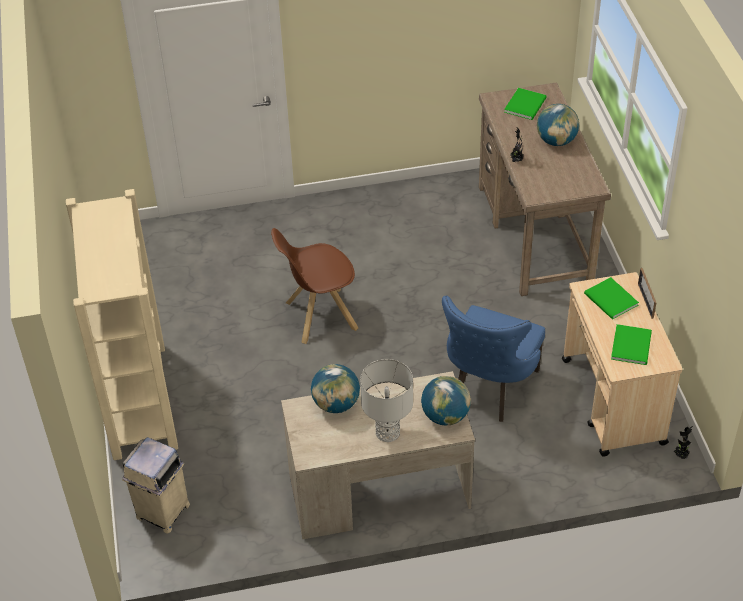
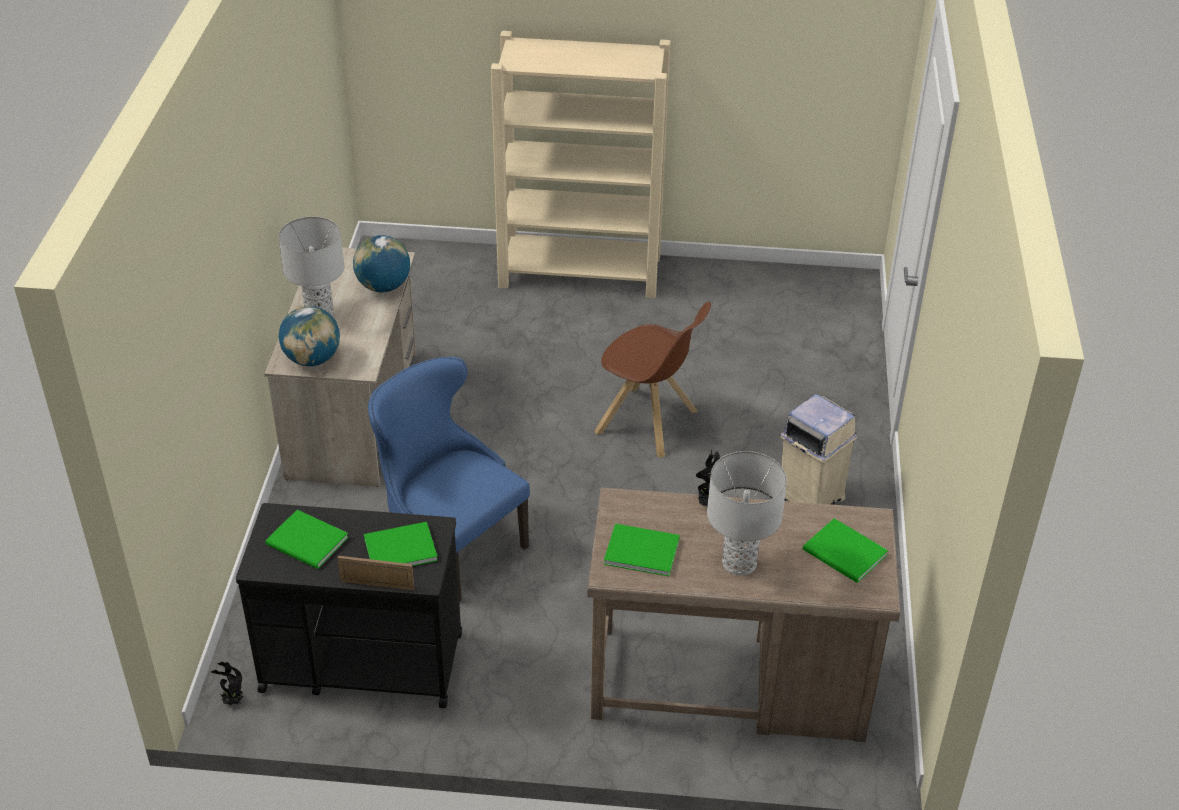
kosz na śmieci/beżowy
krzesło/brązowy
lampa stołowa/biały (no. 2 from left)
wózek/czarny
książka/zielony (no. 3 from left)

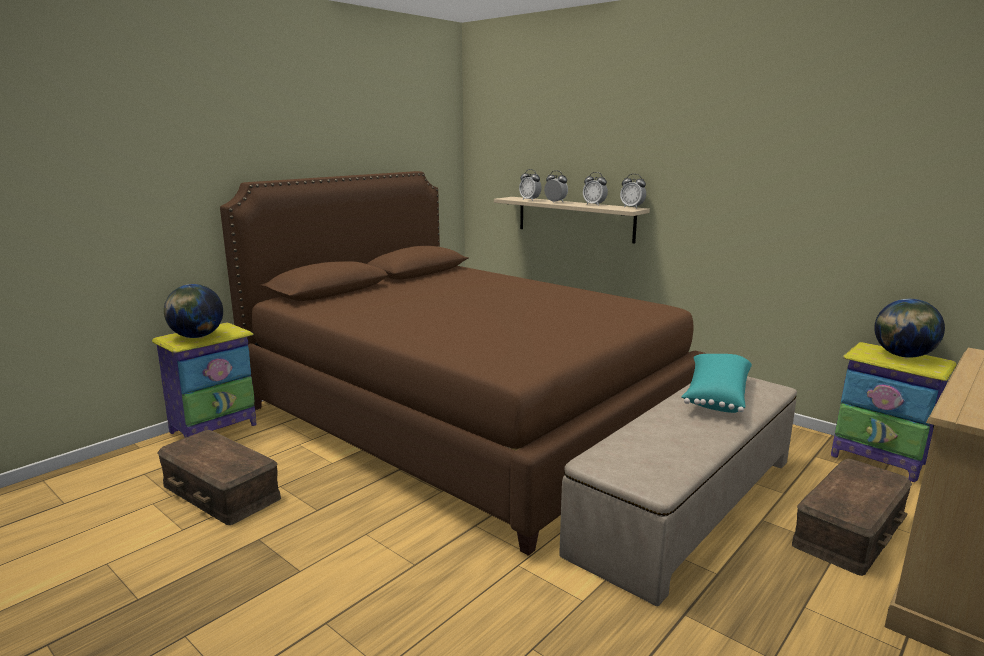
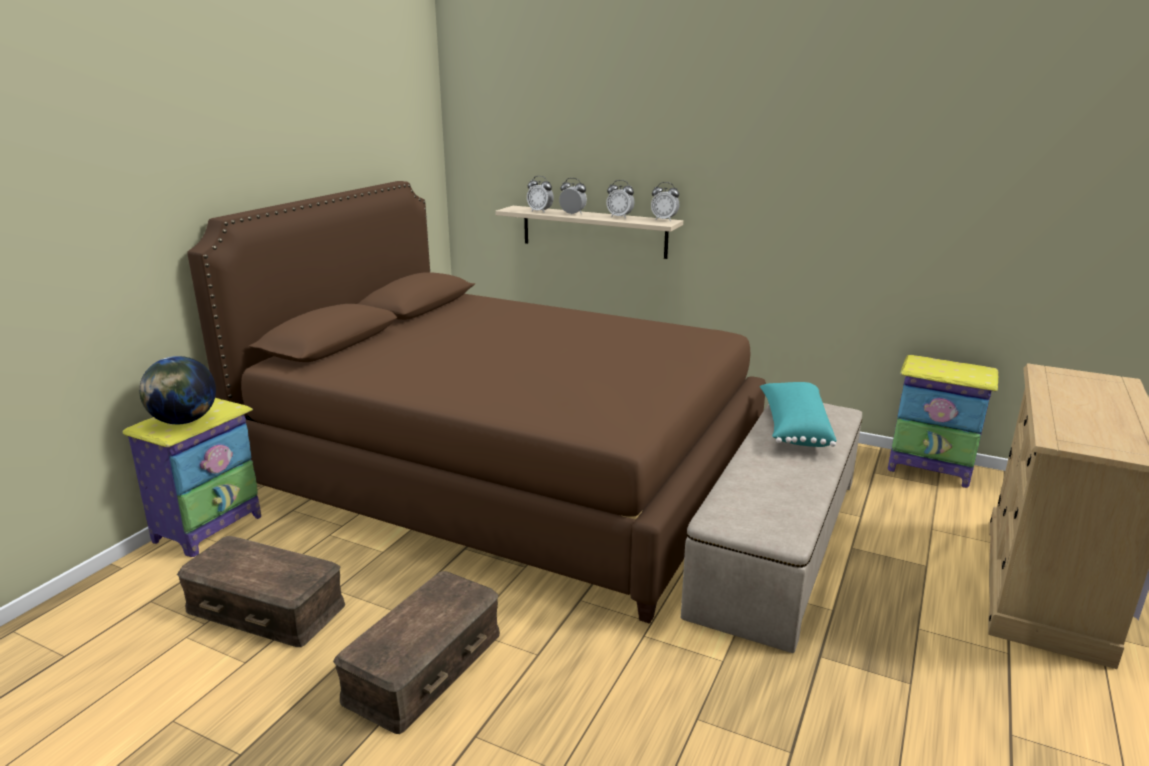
pojemnik do przechowywania/brązowy (no. 2 from left)
globus (no. 2 from left in the first image)

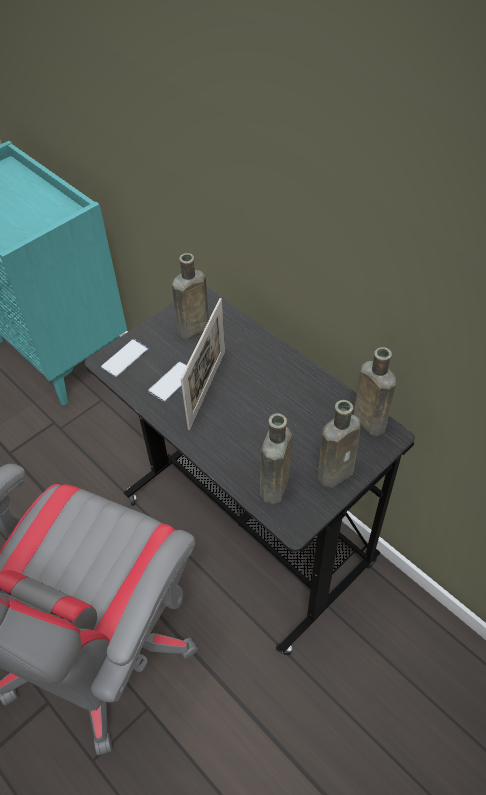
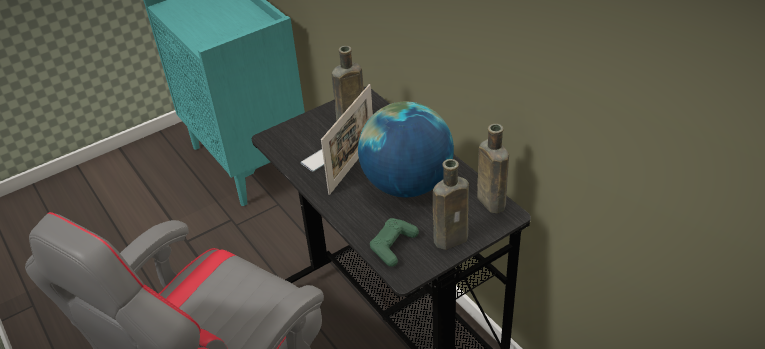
telefon (no. 1 from left in the first image)
pad do gier/zielony
globus

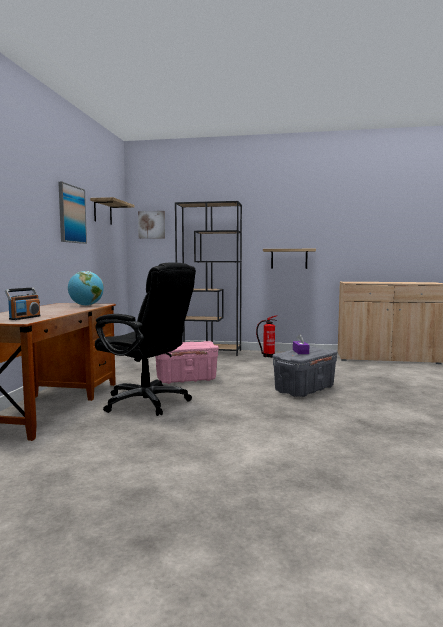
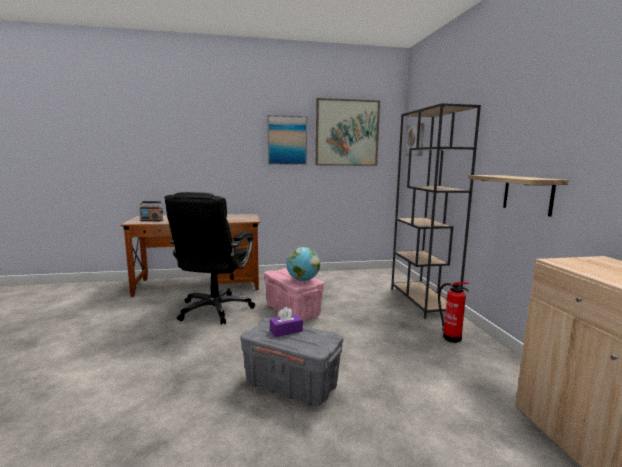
globus
obraz (no. 2 from left)

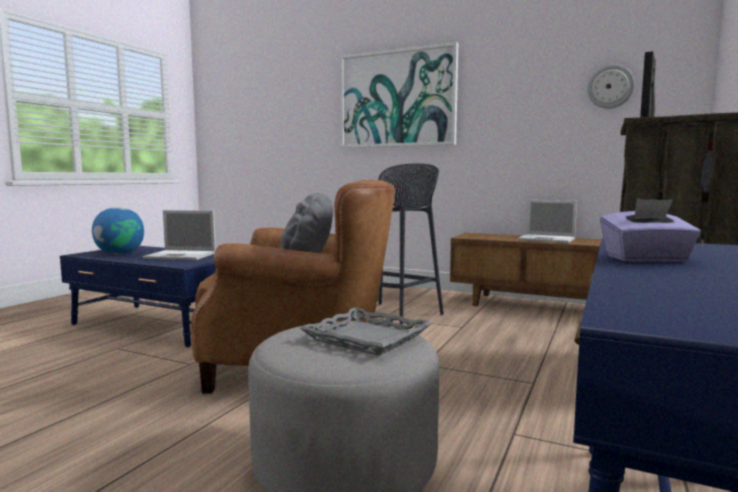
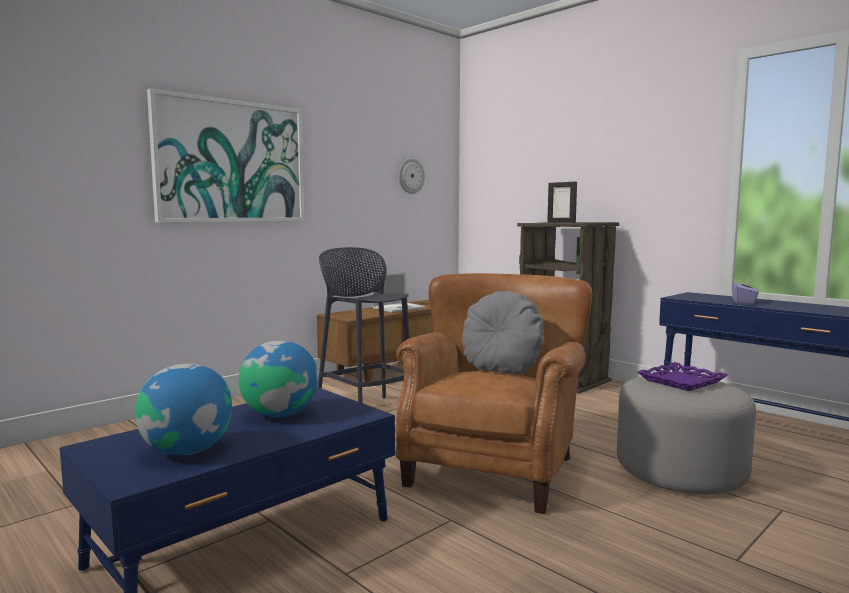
globus (no. 2 from left)
taca/fioletowy

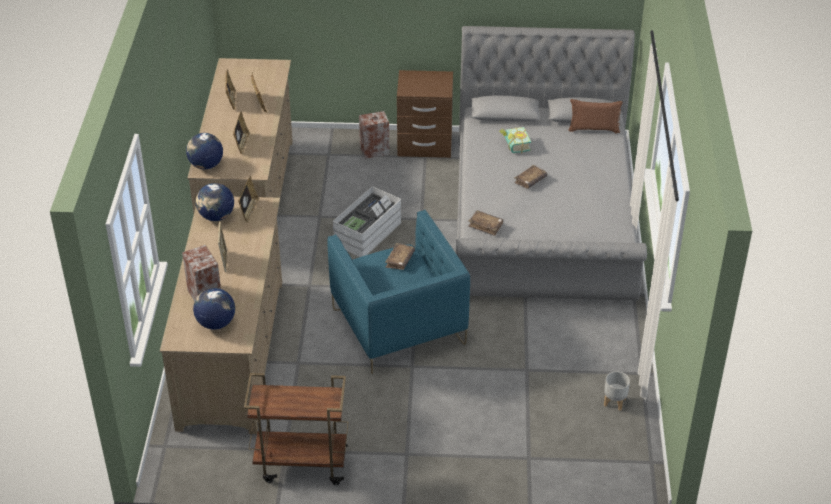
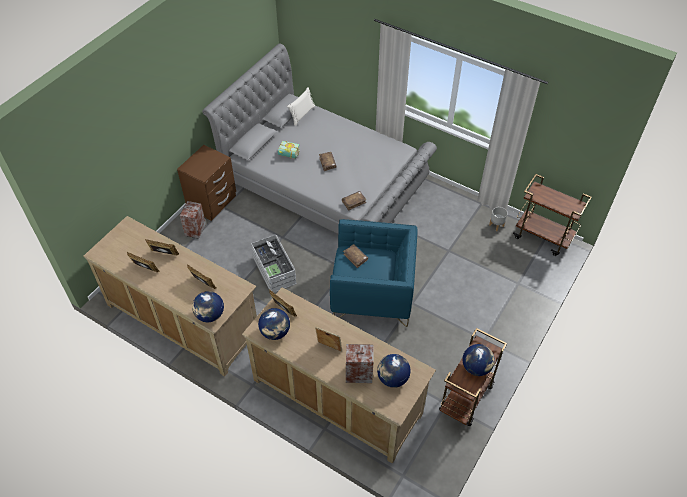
poduszka/biały
globus (no. 4 from left)
wózek/brązowy (no. 2 from left)

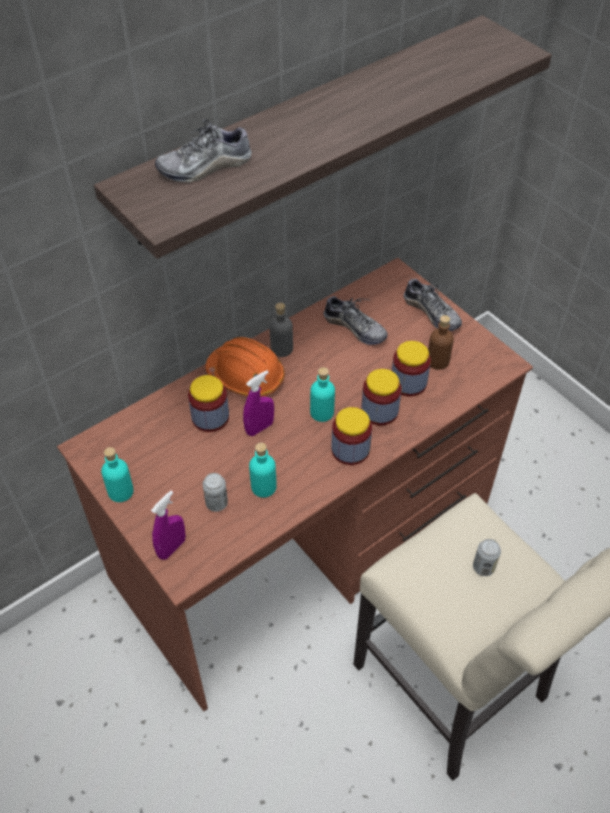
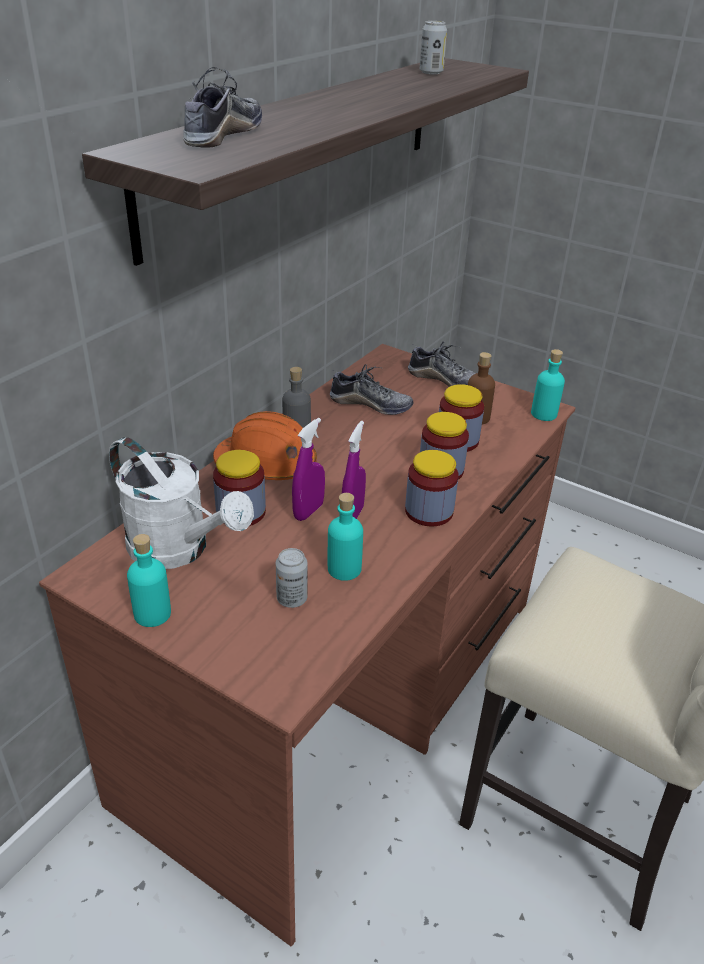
spryskiwacz/fioletowy (no. 2 from left)
but (no. 1 from left)
butelka/turkusowy (no. 3 from left)
puszka (no. 2 from left)
konewka/biały

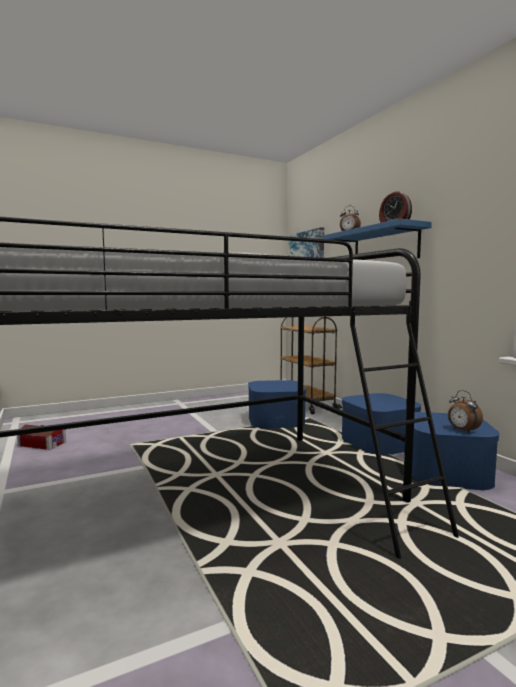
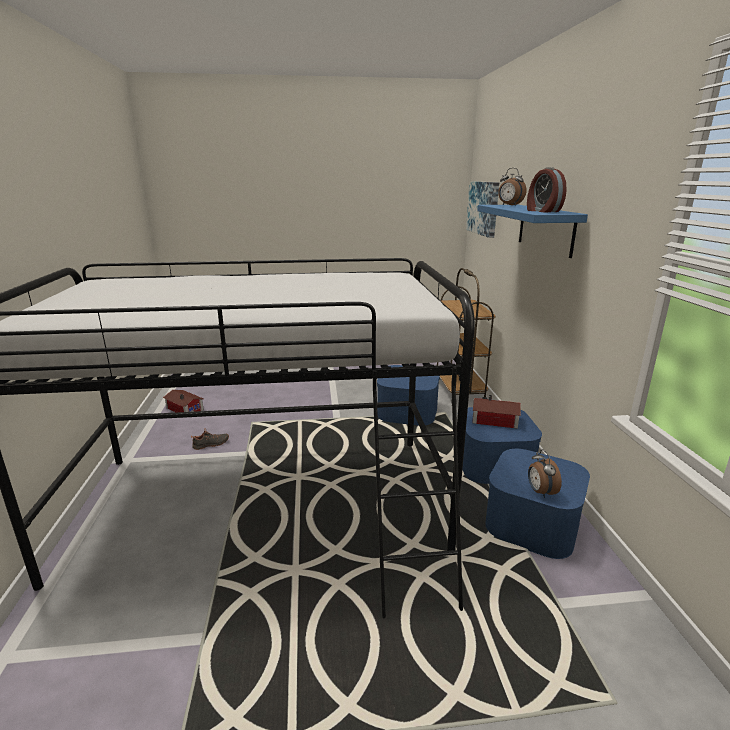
but/czarny
domek (no. 2 from left)

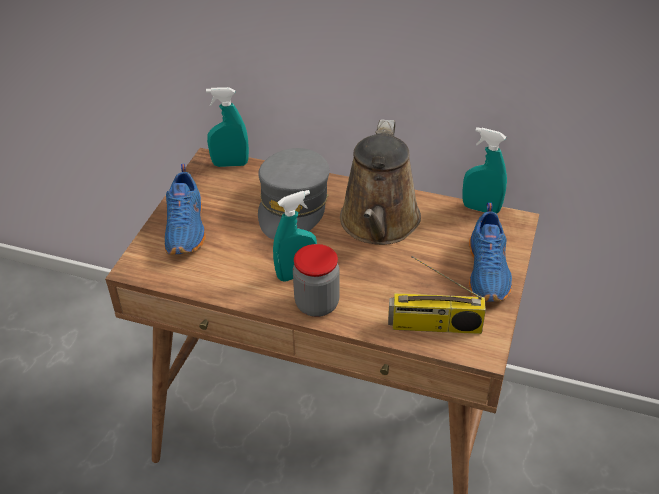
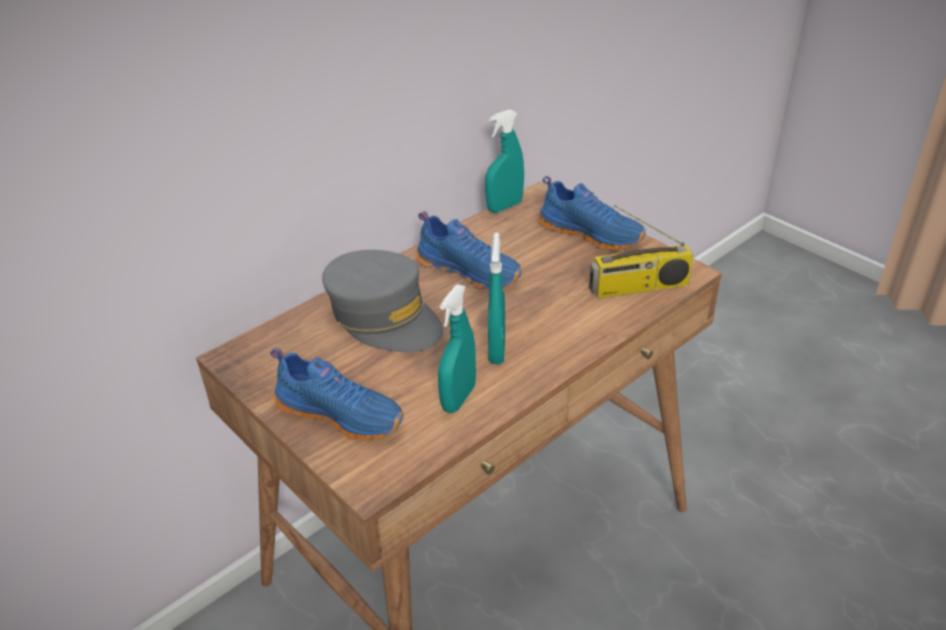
spryskiwacz/turkusowy (no. 1 from left)
słoik
but/niebieski (no. 2 from left)
radio

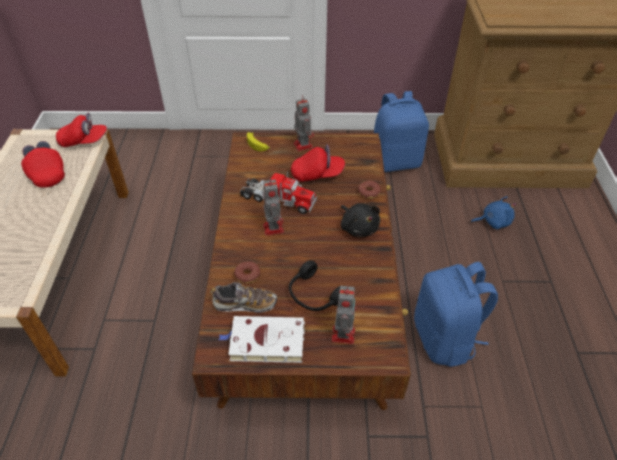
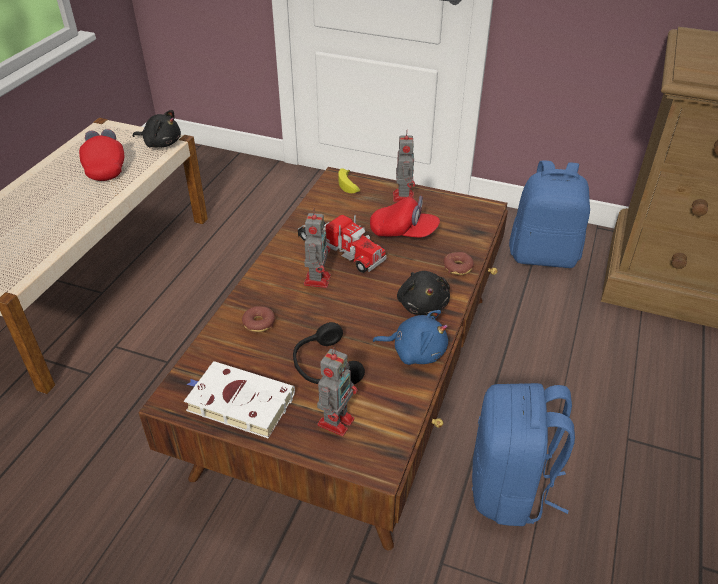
pluszak/czarny (no. 1 from left)
but
pluszak/niebieski

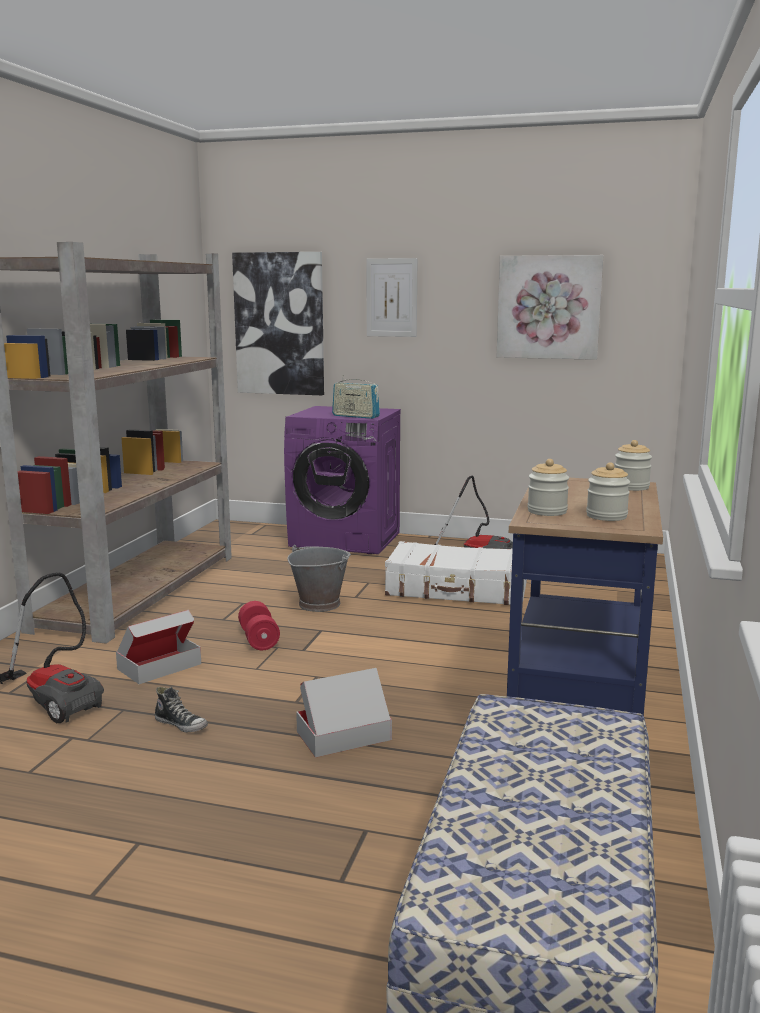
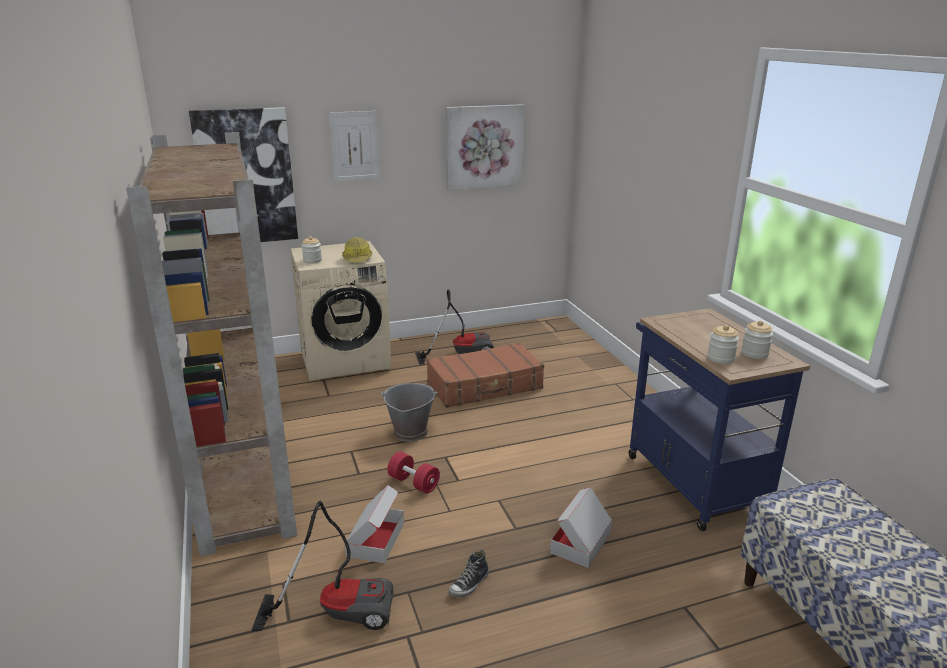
but
pralka/beżowy
kask
walizka/brązowy
słoik (no. 1 from left)

